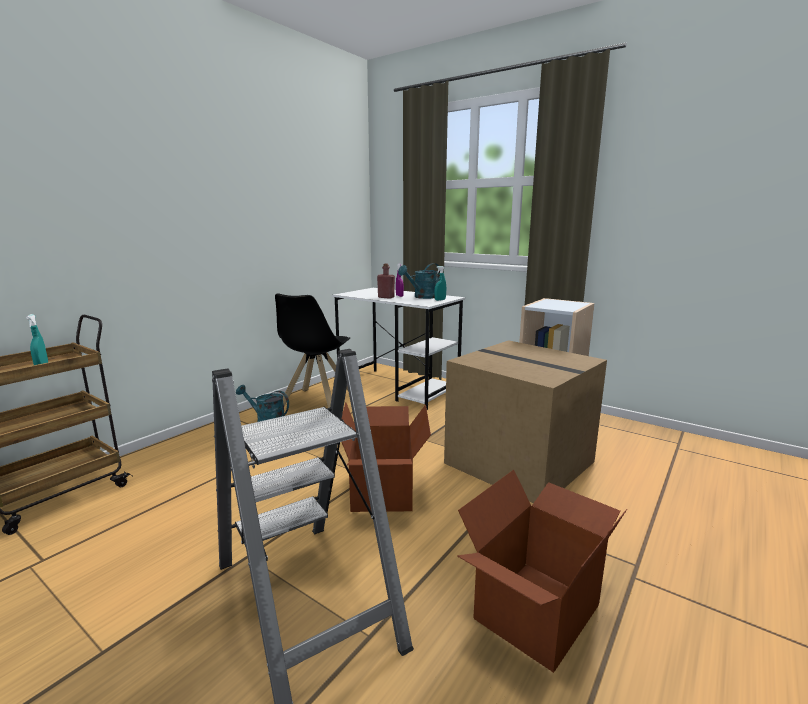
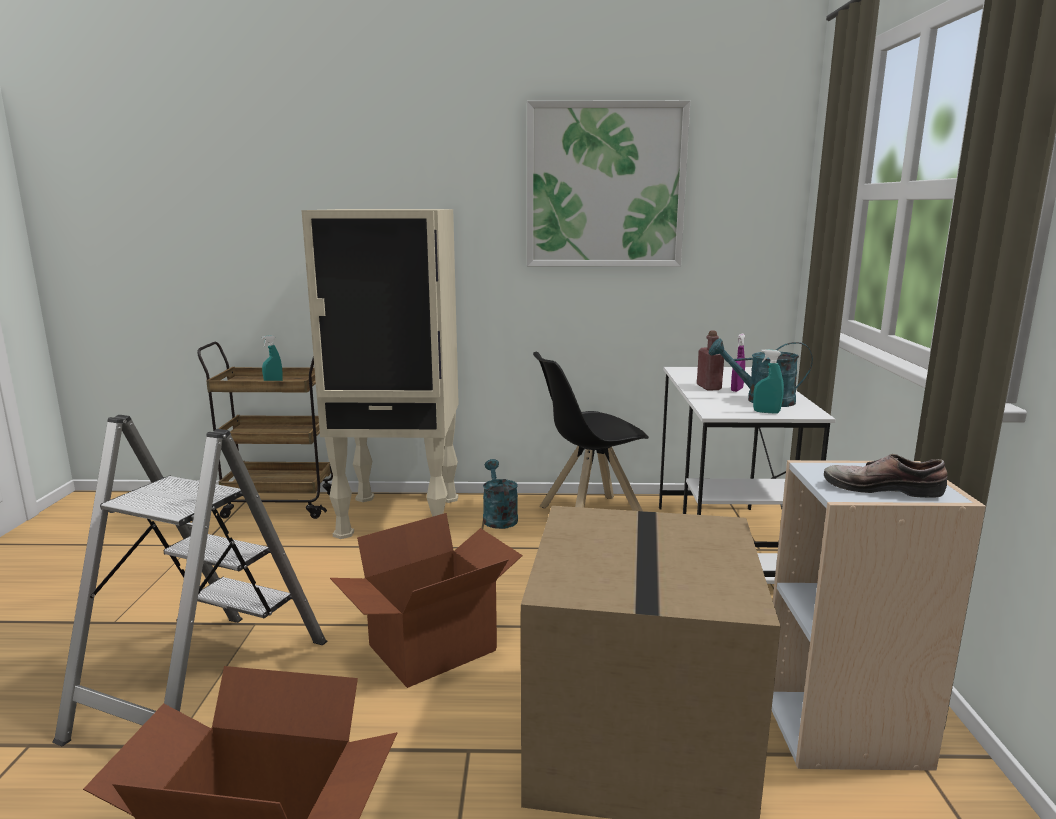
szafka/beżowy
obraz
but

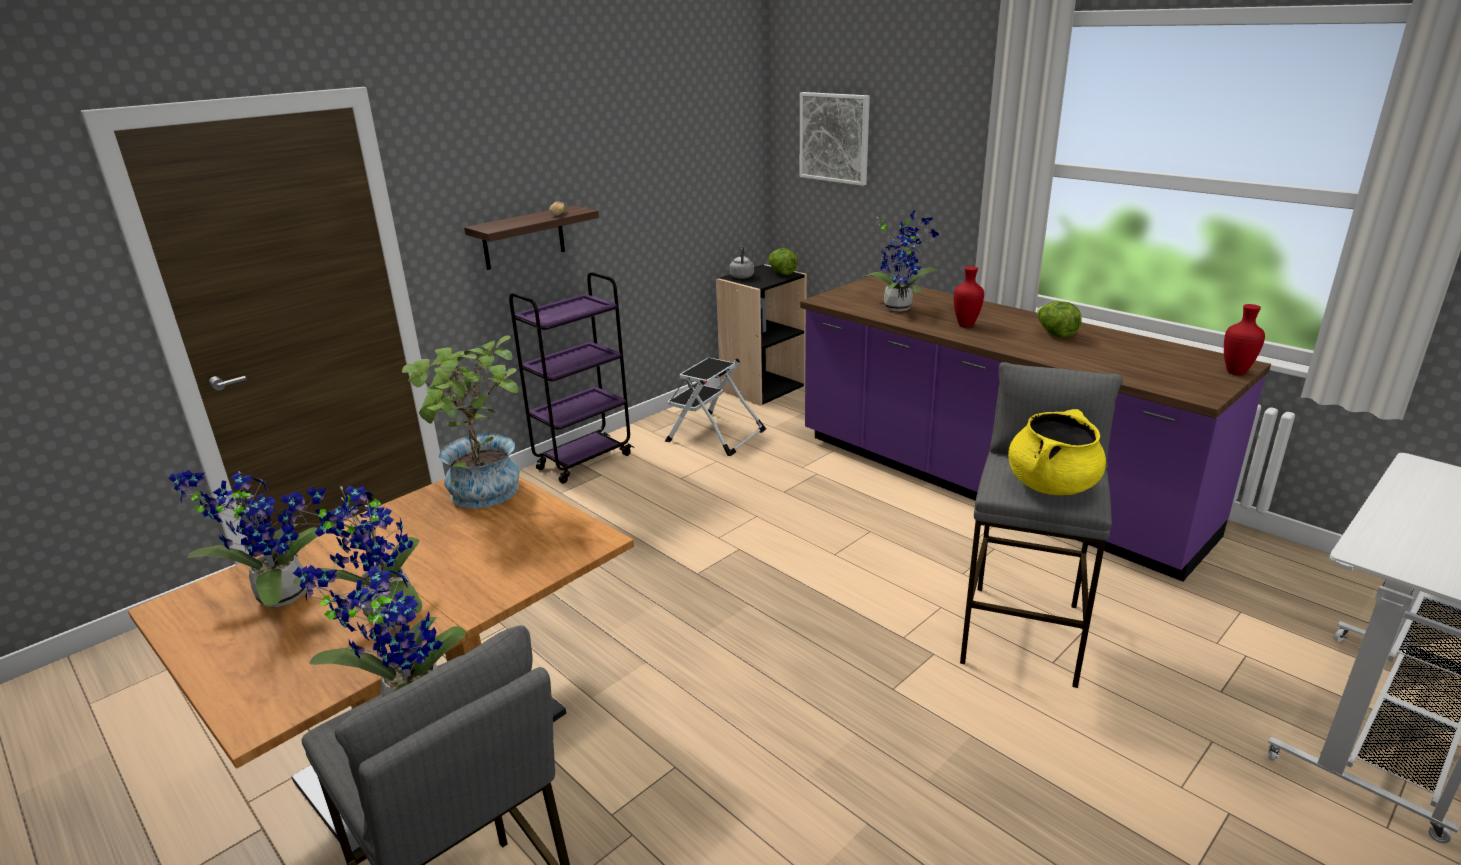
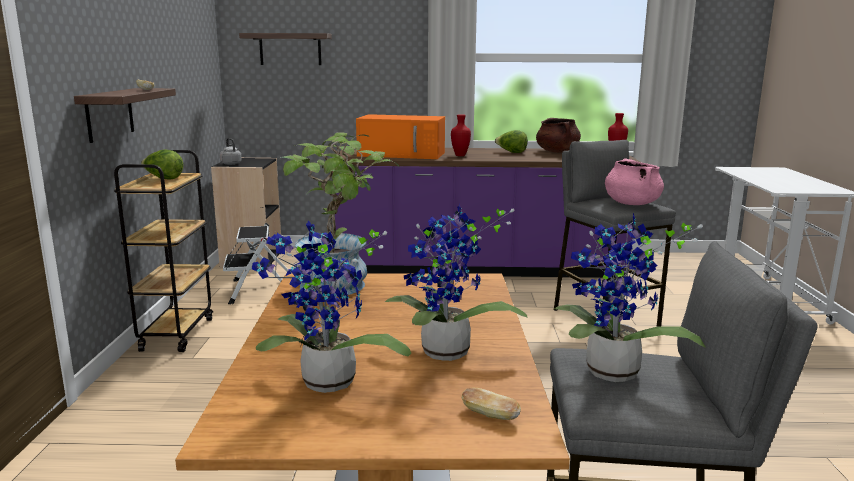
wózek/brązowy
sałata (no. 1 from left)
półka (no. 2 from left)
mikrofalówka/pomarańczowy
garnek/różowy
chleb (no. 2 from left)
garnek/brązowy

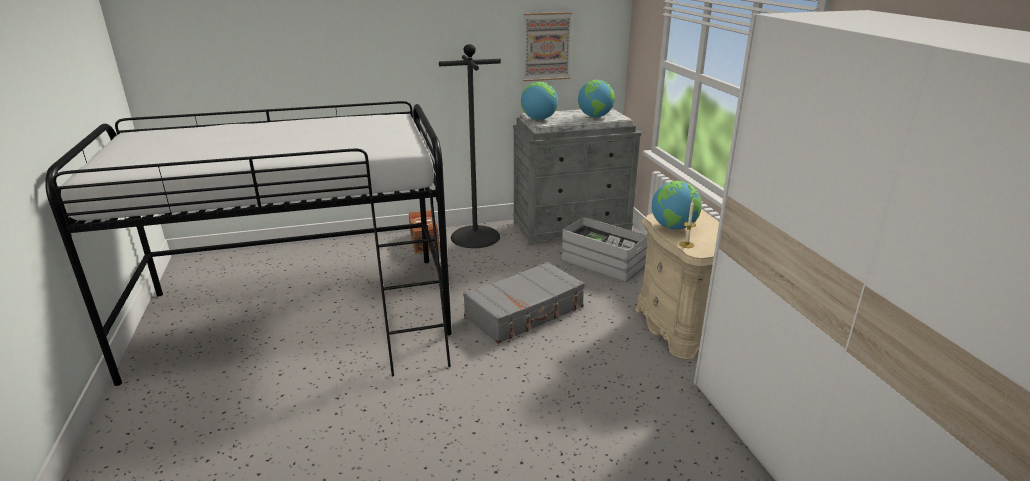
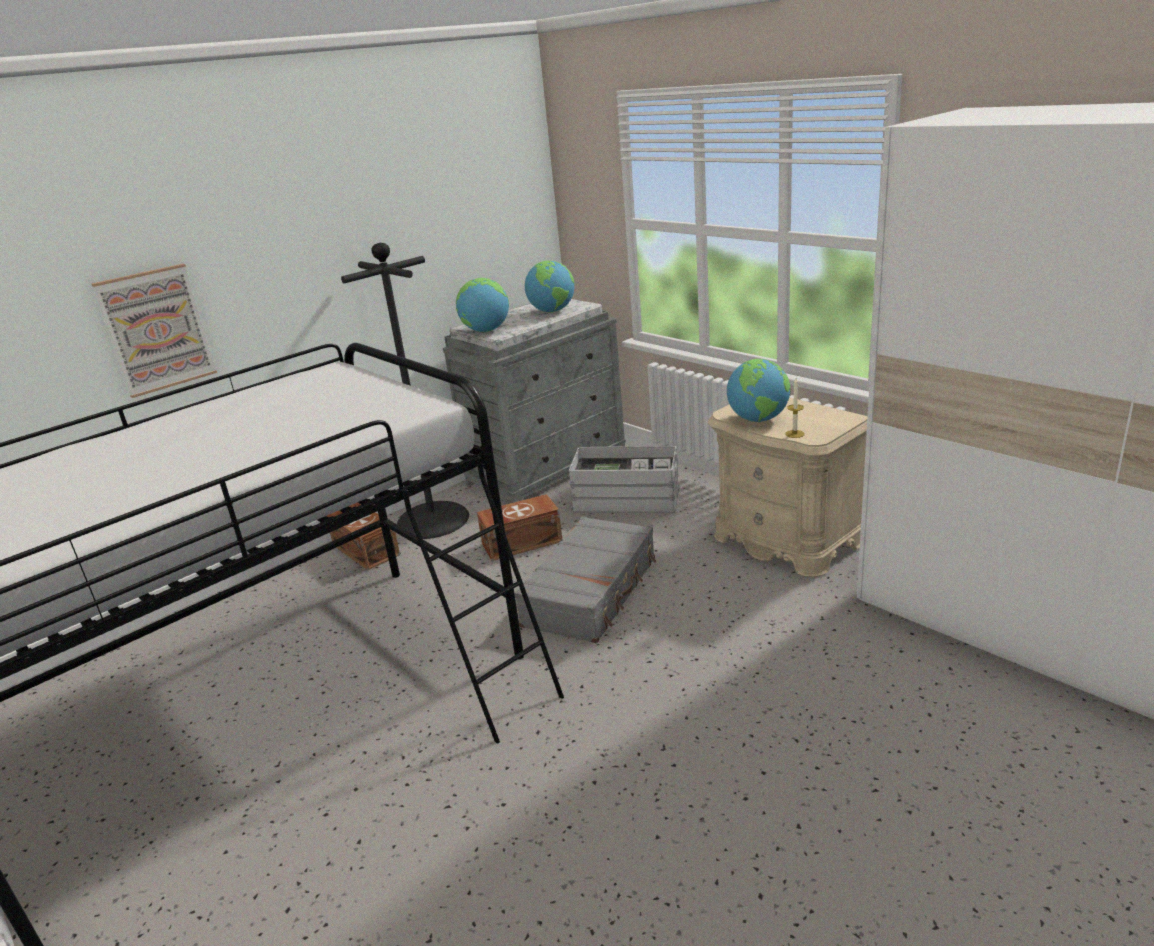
obraz
pojemnik do przechowywania/brązowy (no. 2 from left)

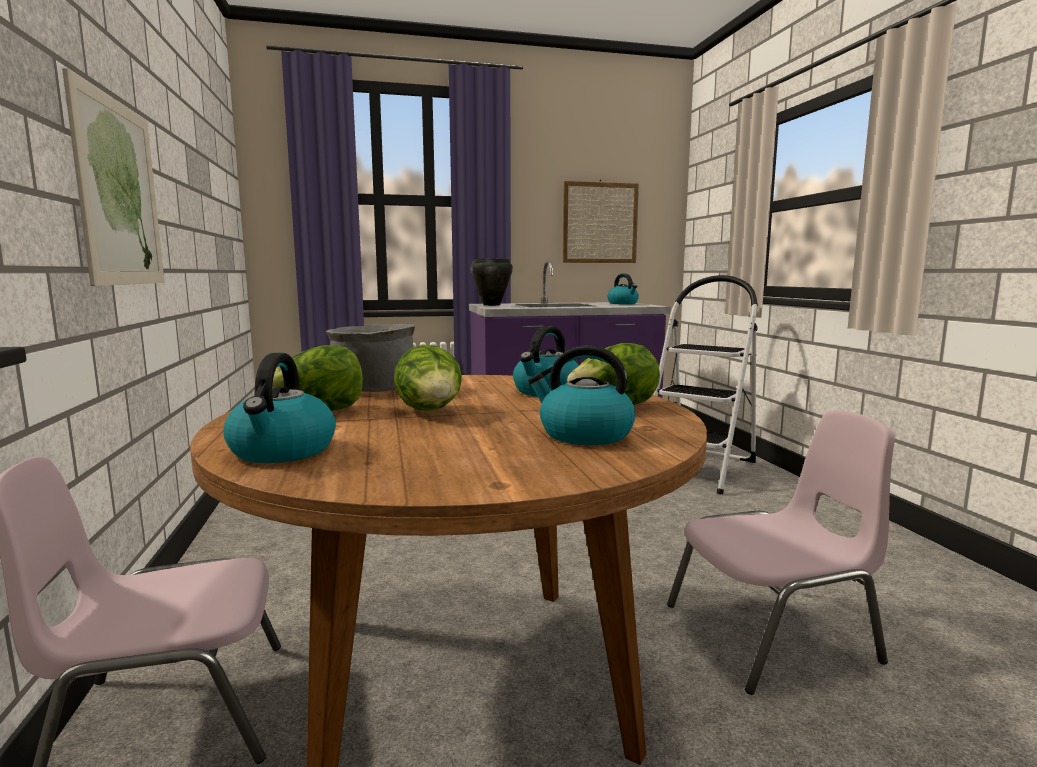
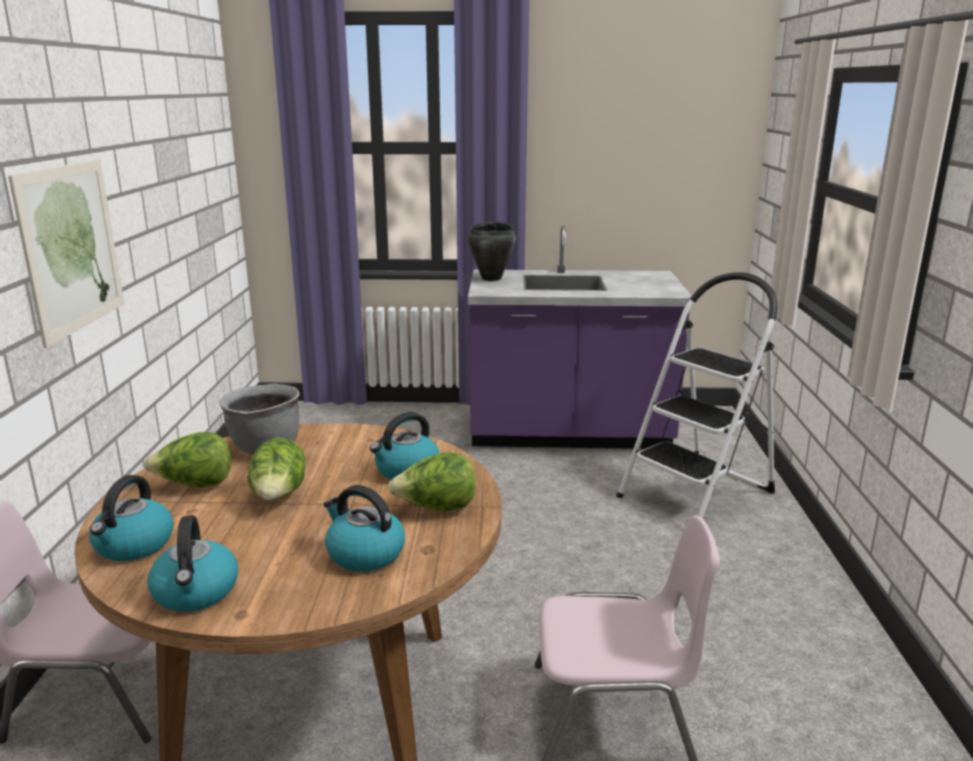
obraz (no. 2 from left in the first image)
czajnik (no. 2 from left)

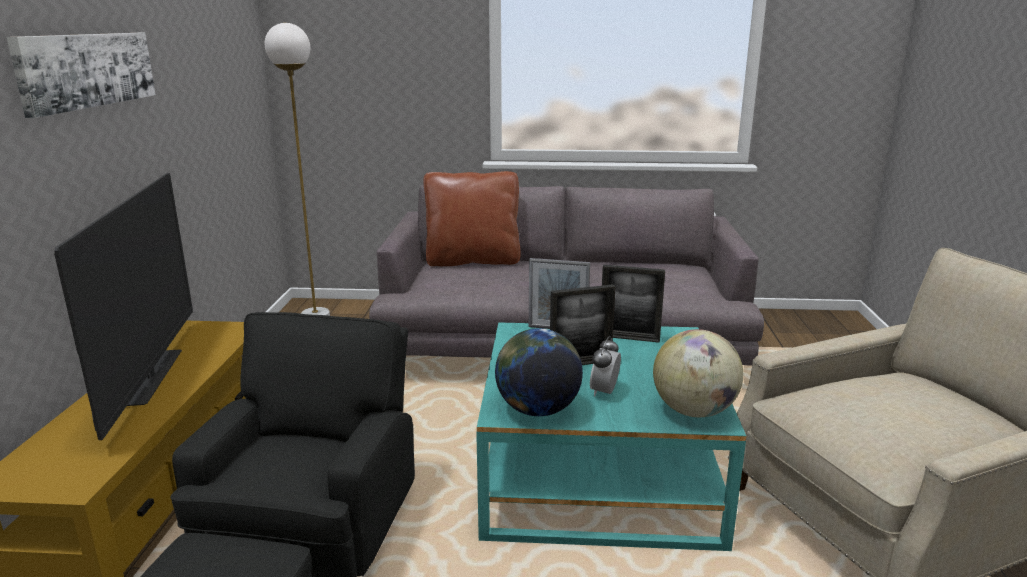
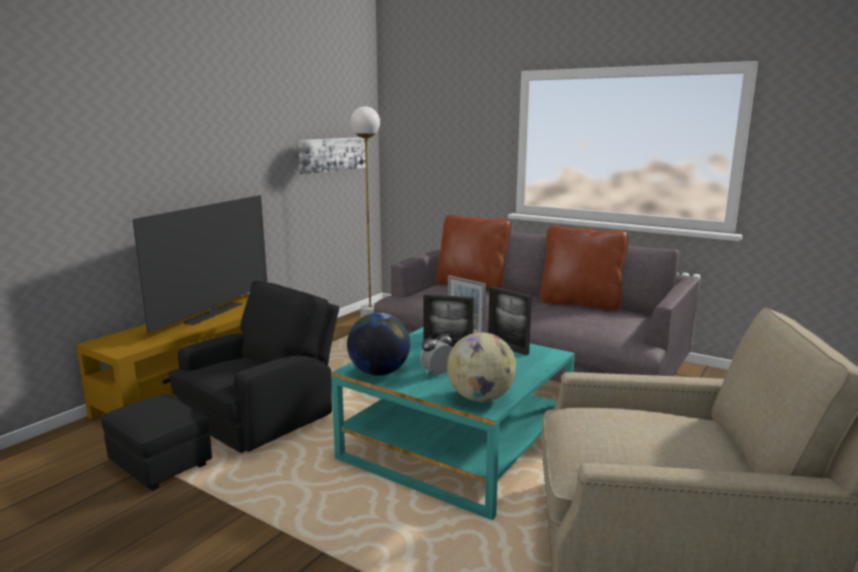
obraz
poduszka/brązowy (no. 2 from left)

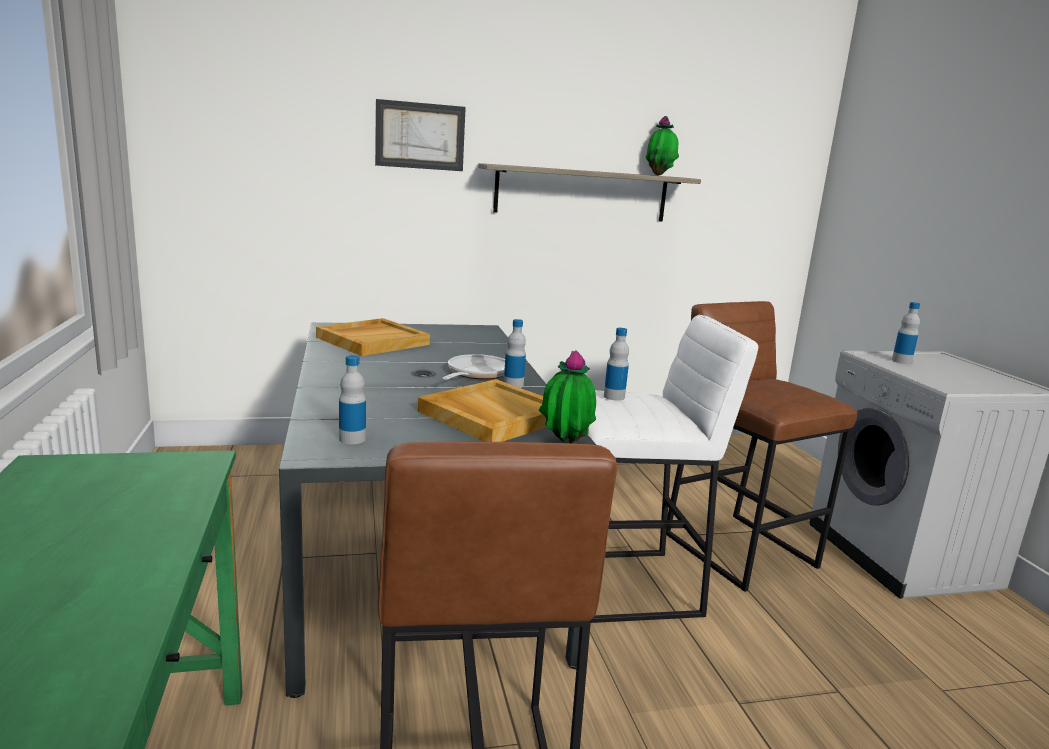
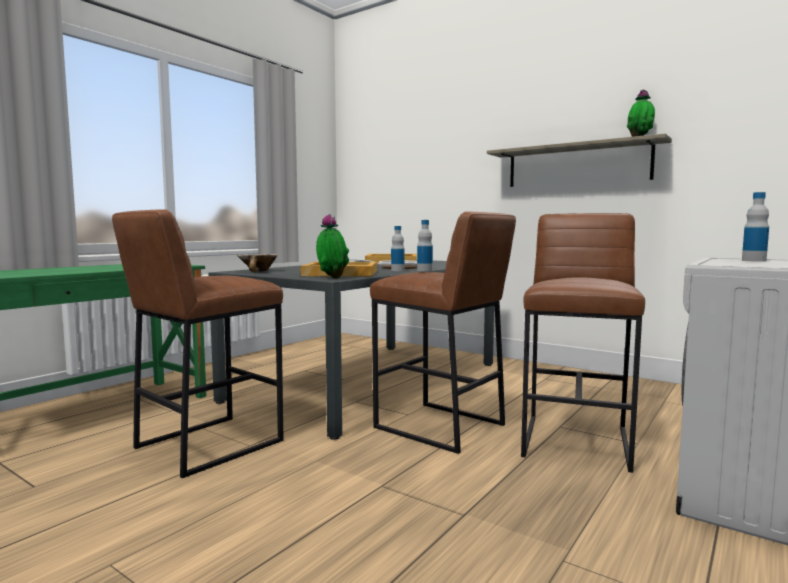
miska
obraz
stołek/brązowy (no. 2 from left)

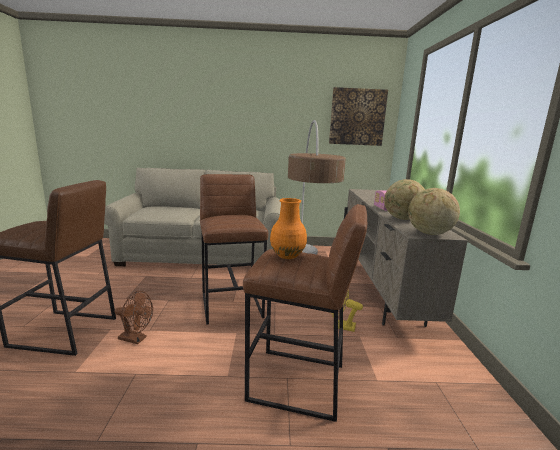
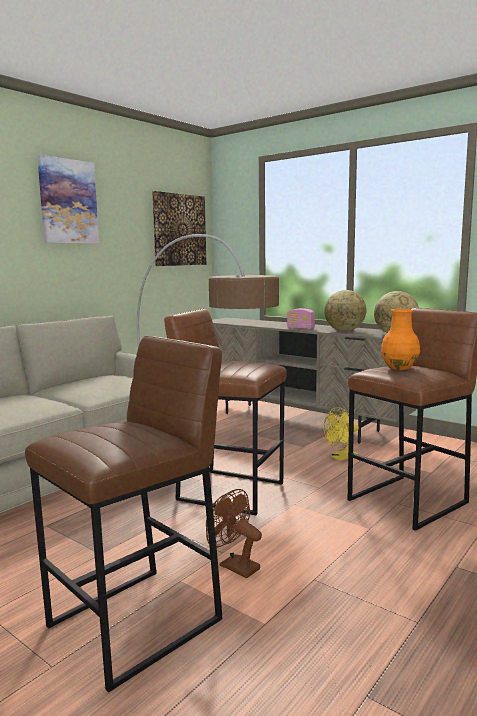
wentylator/brązowy
obraz (no. 1 from left)

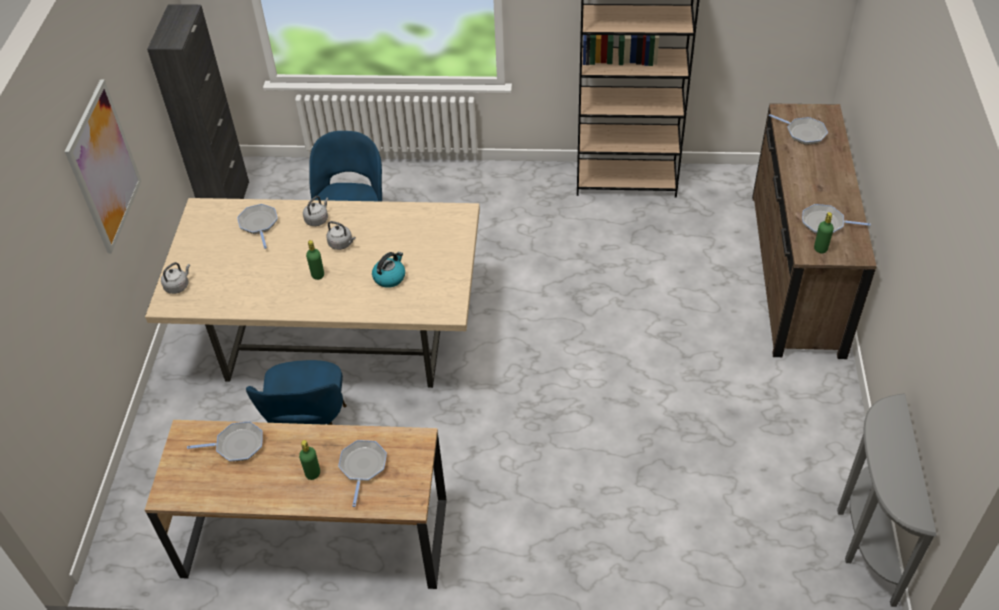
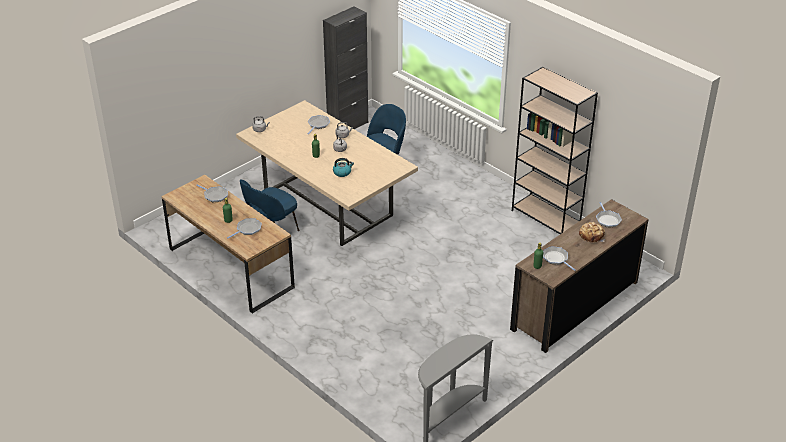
obraz
chleb

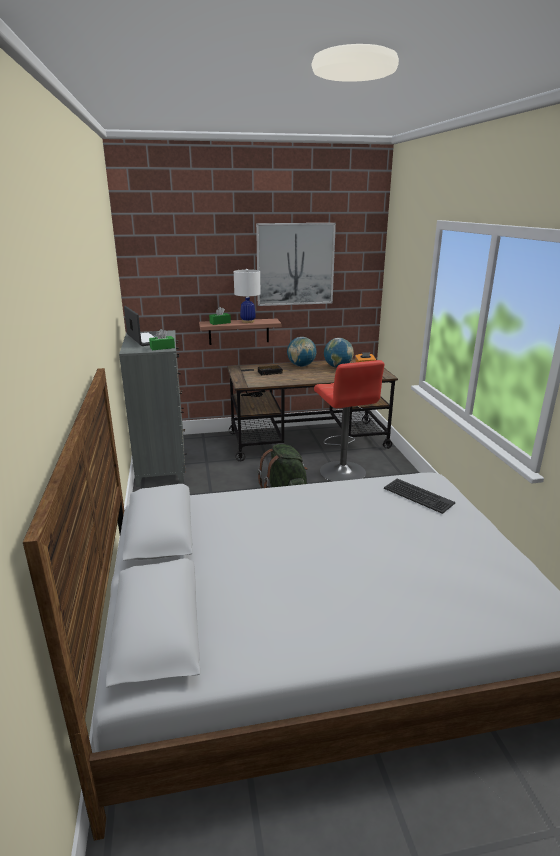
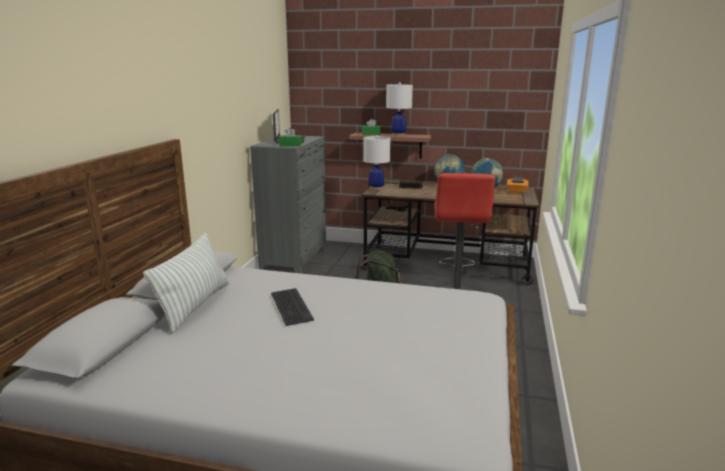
obraz
klawiatura
poduszka
lampa stołowa/biały (no. 1 from left)

